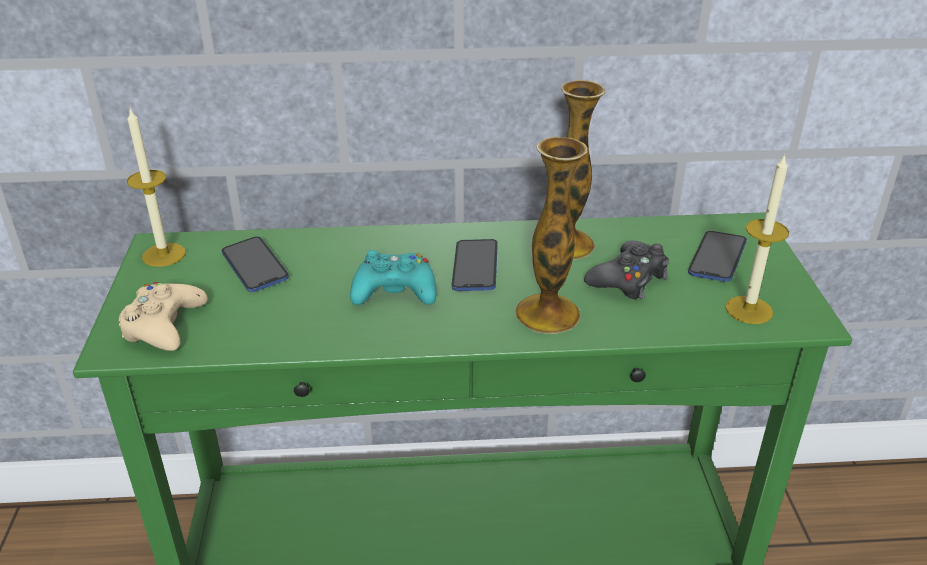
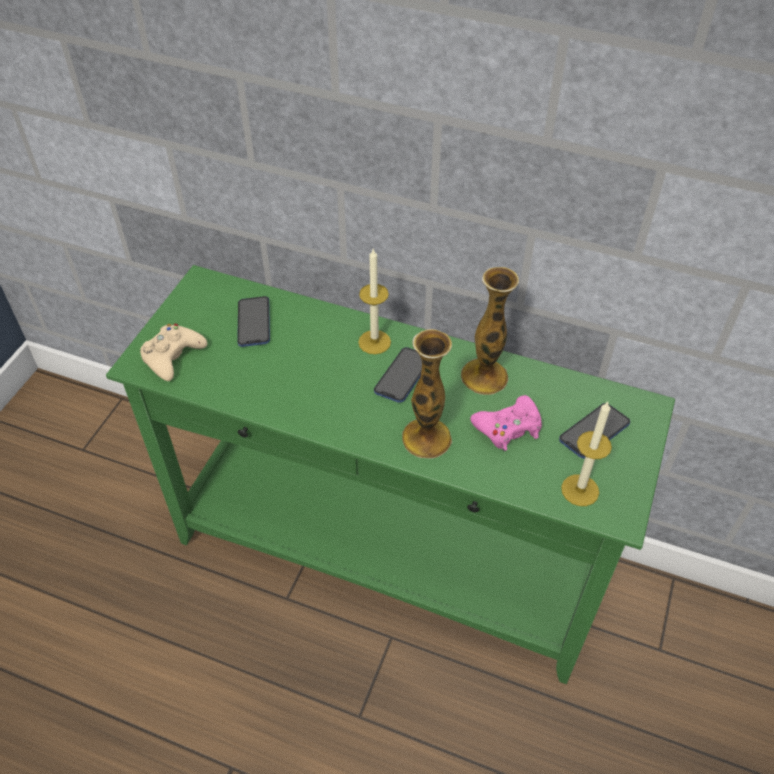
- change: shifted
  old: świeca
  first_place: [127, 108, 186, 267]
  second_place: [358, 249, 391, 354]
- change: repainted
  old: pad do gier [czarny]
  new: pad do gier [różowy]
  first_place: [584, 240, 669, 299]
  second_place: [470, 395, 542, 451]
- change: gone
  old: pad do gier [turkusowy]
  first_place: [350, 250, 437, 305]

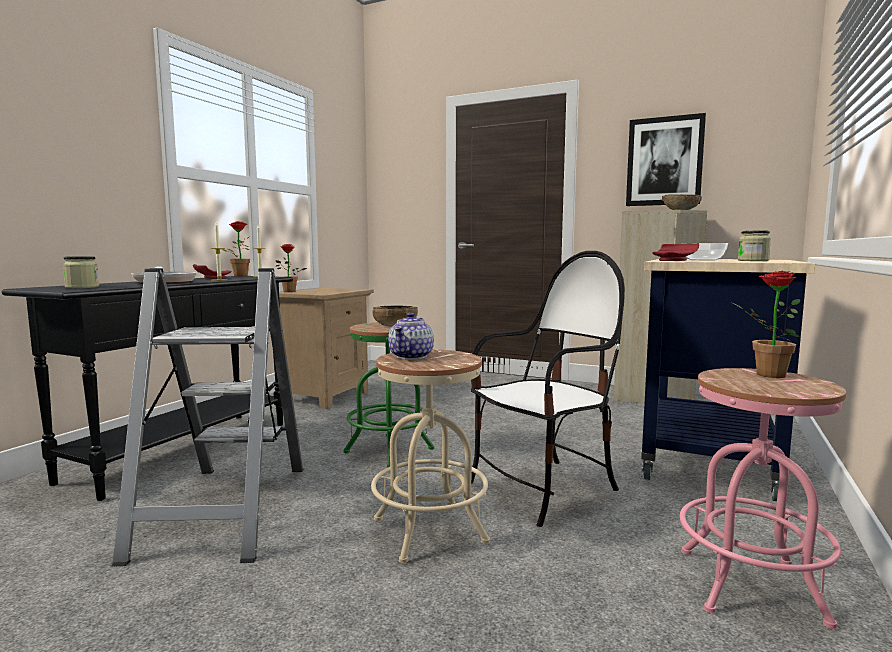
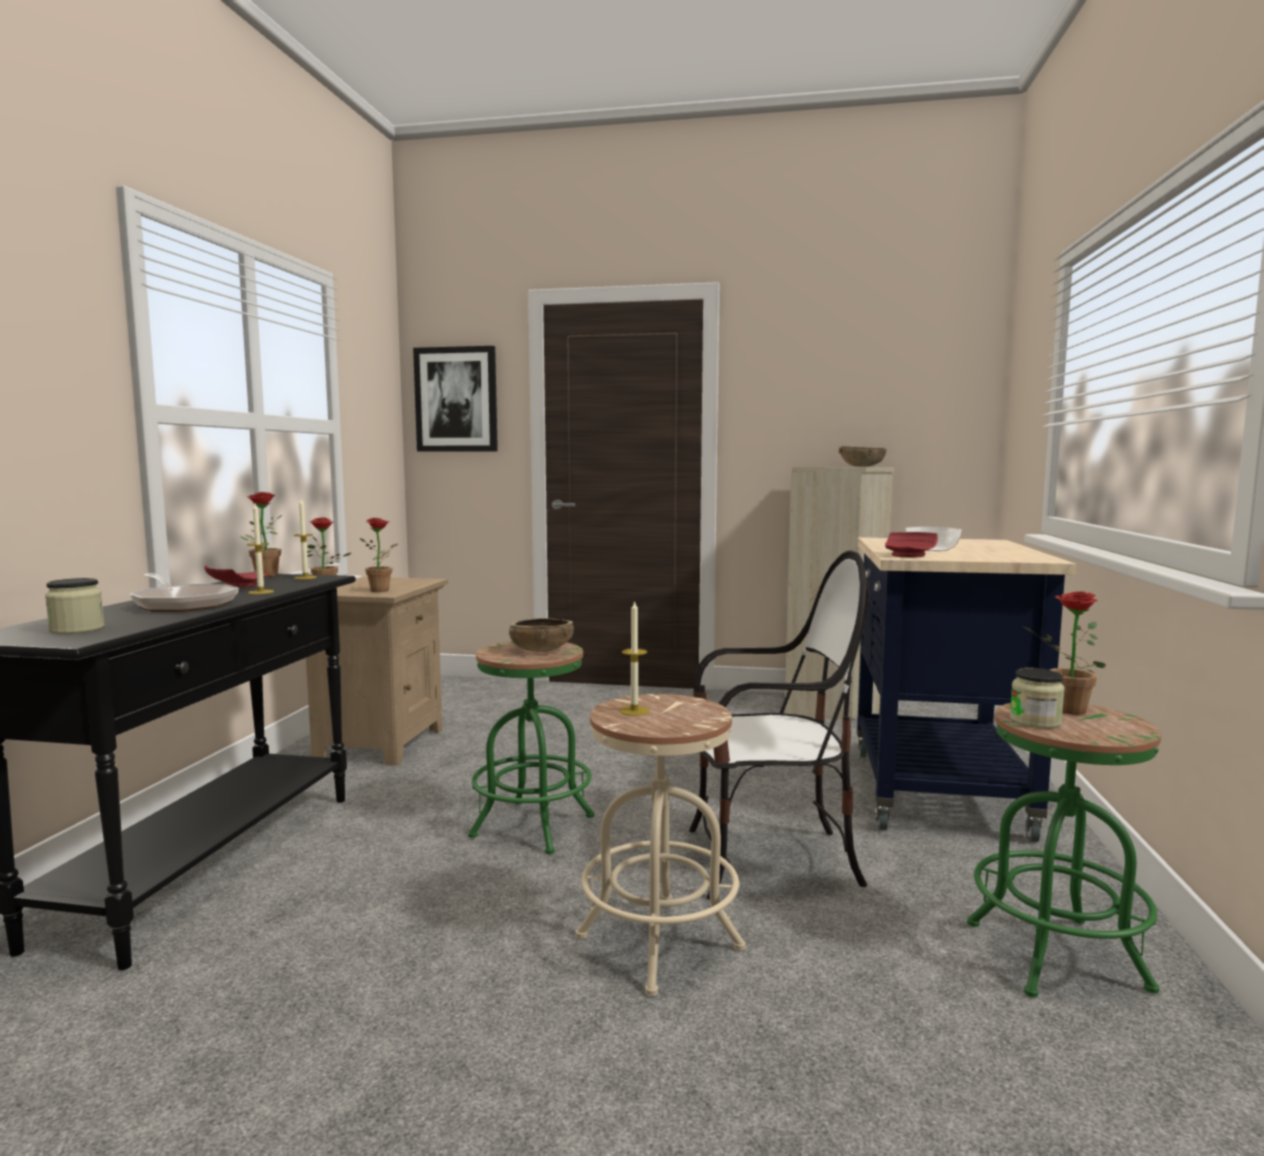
- change: shifted
  old: obraz
  first_place: [626, 113, 706, 206]
  second_place: [413, 346, 498, 452]
- change: shifted
  old: słoik
  first_place: [738, 231, 771, 261]
  second_place: [1010, 668, 1065, 729]
- change: rotated
  old: krzesło
  first_place: [471, 251, 625, 527]
  second_place: [689, 550, 869, 900]
  degrees: 45
- change: gone
  old: drabinka [szary]
  first_place: [112, 268, 303, 567]
- change: swapped
  old: imbryk
  new: świeca
  first_place: [388, 312, 434, 360]
  second_place: [620, 600, 650, 716]
- change: repainted
  old: stołek [różowy]
  new: stołek [zielony]
  first_place: [680, 368, 846, 629]
  second_place: [967, 703, 1161, 998]
- change: new
  new: roślina doniczkowa
  second_place: [360, 517, 398, 592]

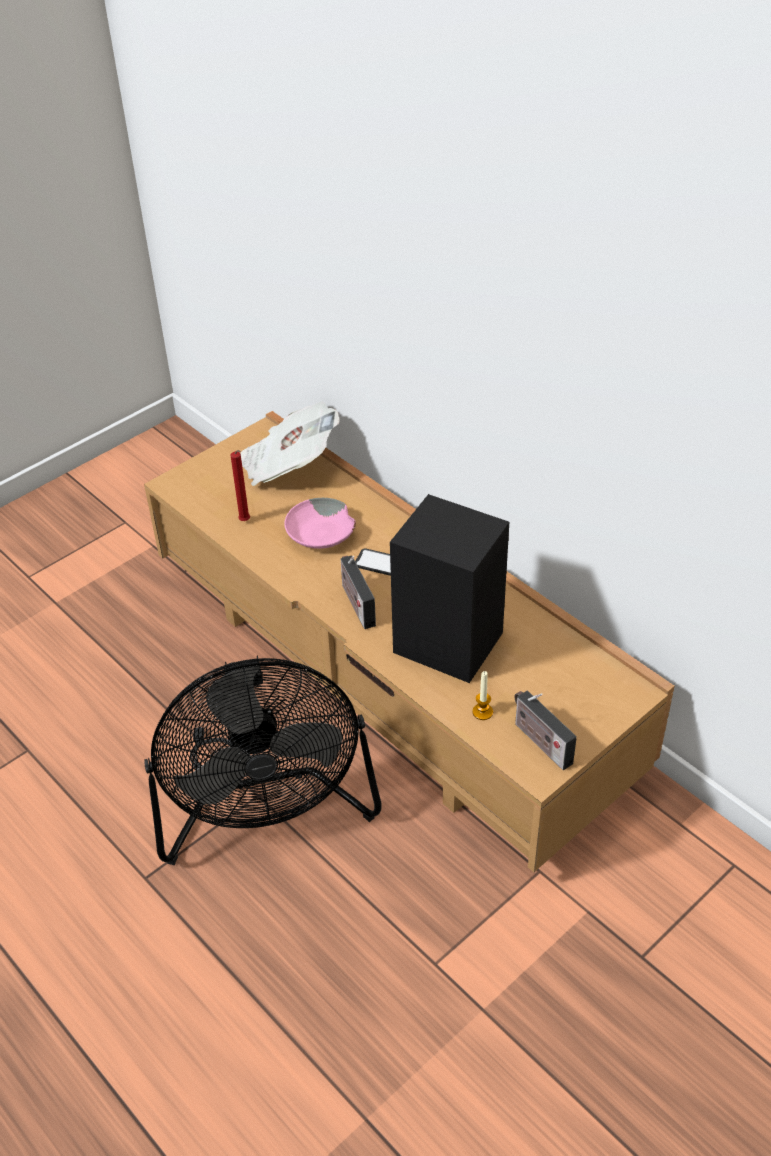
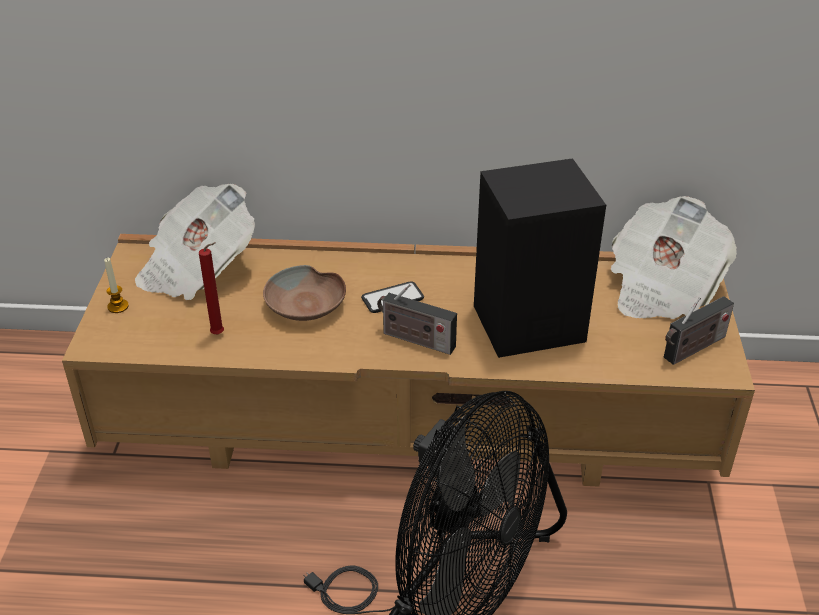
- change: repainted
  old: miska [różowy]
  new: miska [brązowy]
  first_place: [284, 498, 356, 549]
  second_place: [263, 265, 346, 321]
- change: shifted
  old: świeca
  first_place: [472, 671, 493, 720]
  second_place: [104, 258, 129, 313]
- change: rotated
  old: radio
  first_place: [514, 691, 577, 770]
  second_place: [664, 296, 734, 365]
  degrees: -45
- change: new
  new: gazeta
  second_place: [611, 196, 737, 319]

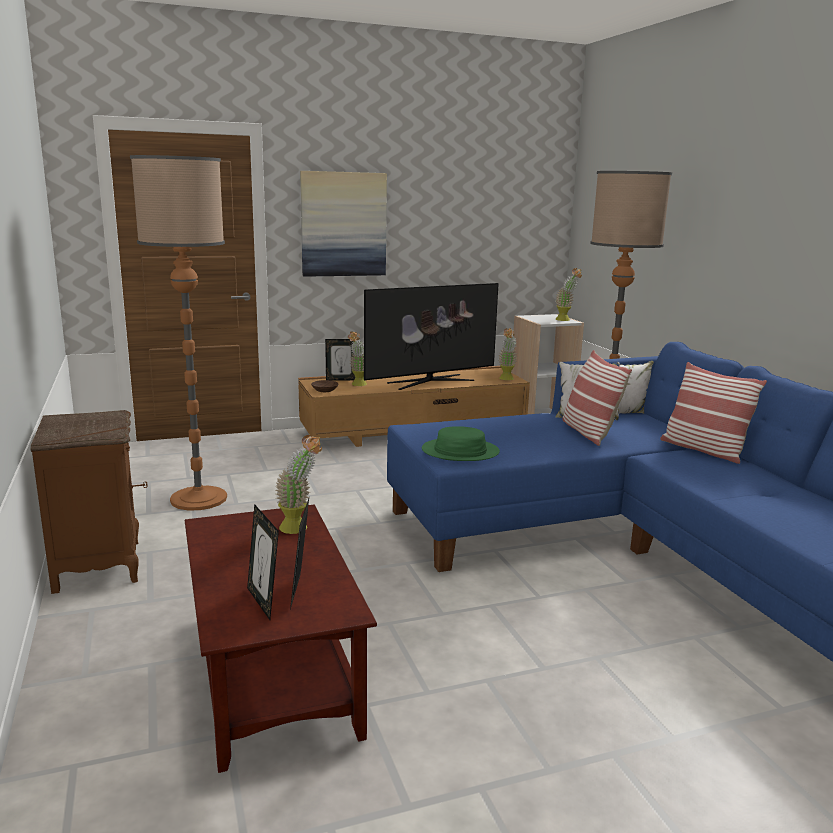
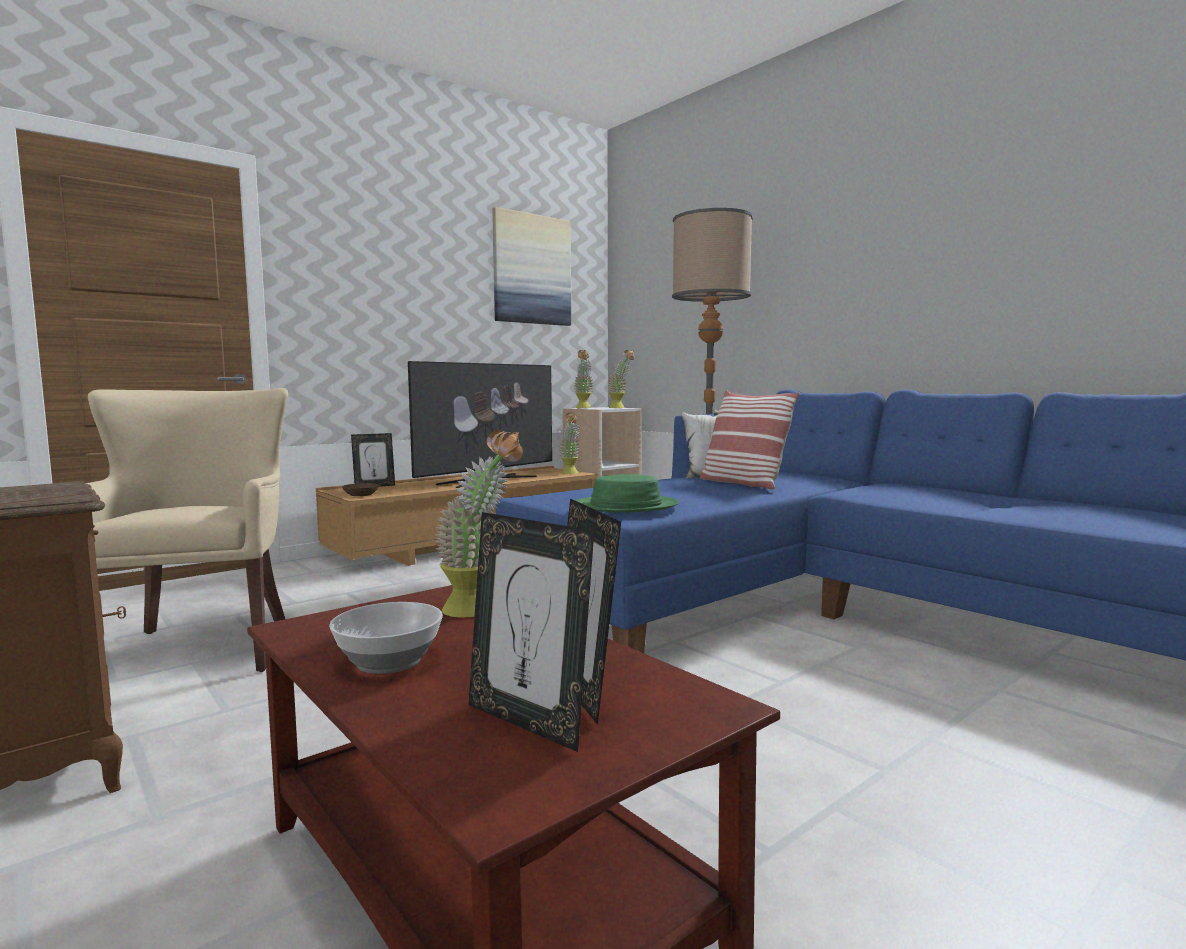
- change: swapped
  old: lampa stojąca
  new: fotel [beżowy]
  first_place: [130, 155, 227, 510]
  second_place: [86, 388, 288, 672]
- change: shifted
  old: obraz
  first_place: [300, 171, 387, 277]
  second_place: [492, 207, 571, 326]
- change: shifted
  old: roślina doniczkowa
  first_place: [348, 331, 367, 386]
  second_place: [573, 350, 594, 408]
- change: gone
  old: poduszka
  first_place: [660, 362, 767, 464]
- change: new
  new: miska
  second_place: [329, 602, 443, 674]

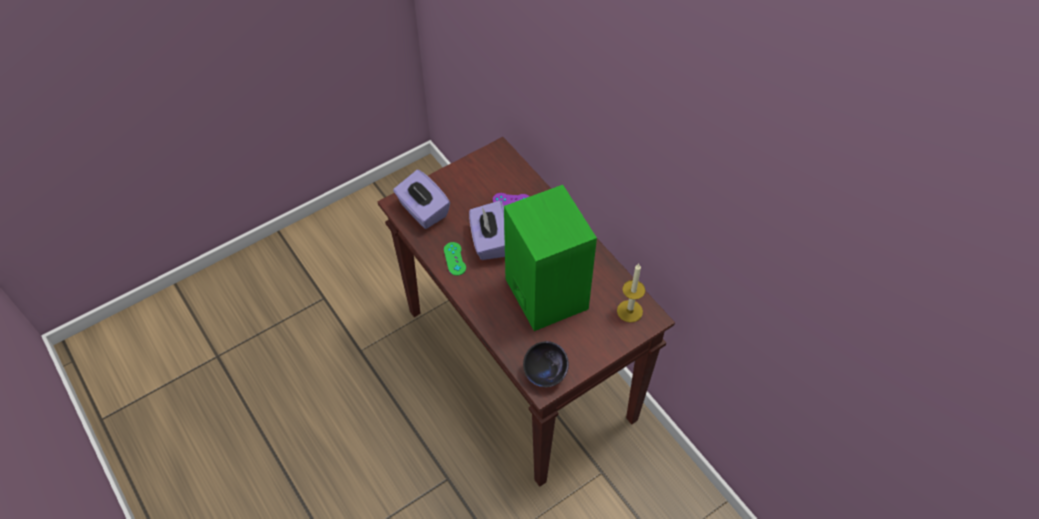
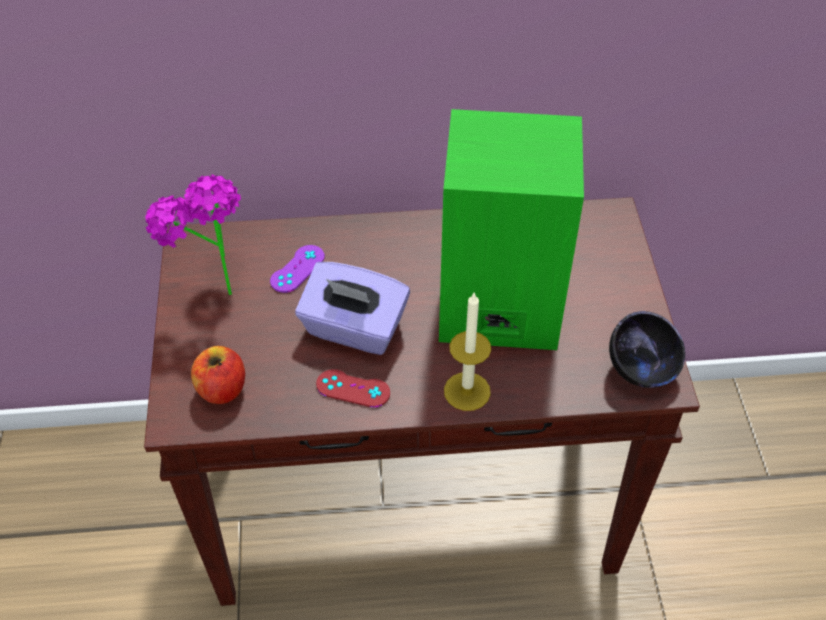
- change: swapped
  old: pudełko chusteczek [fioletowy]
  new: jabłko
  first_place: [393, 170, 450, 229]
  second_place: [191, 346, 245, 404]
- change: repainted
  old: pad do gier [zielony]
  new: pad do gier [czerwony]
  first_place: [444, 242, 466, 276]
  second_place: [316, 369, 390, 407]
- change: shifted
  old: świeca
  first_place: [617, 264, 645, 323]
  second_place: [444, 293, 491, 411]
- change: new
  new: roślina doniczkowa
  second_place: [145, 174, 241, 295]

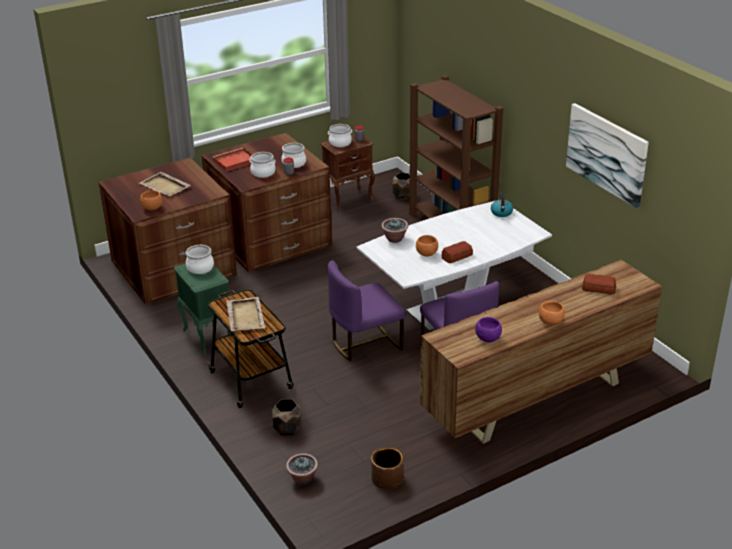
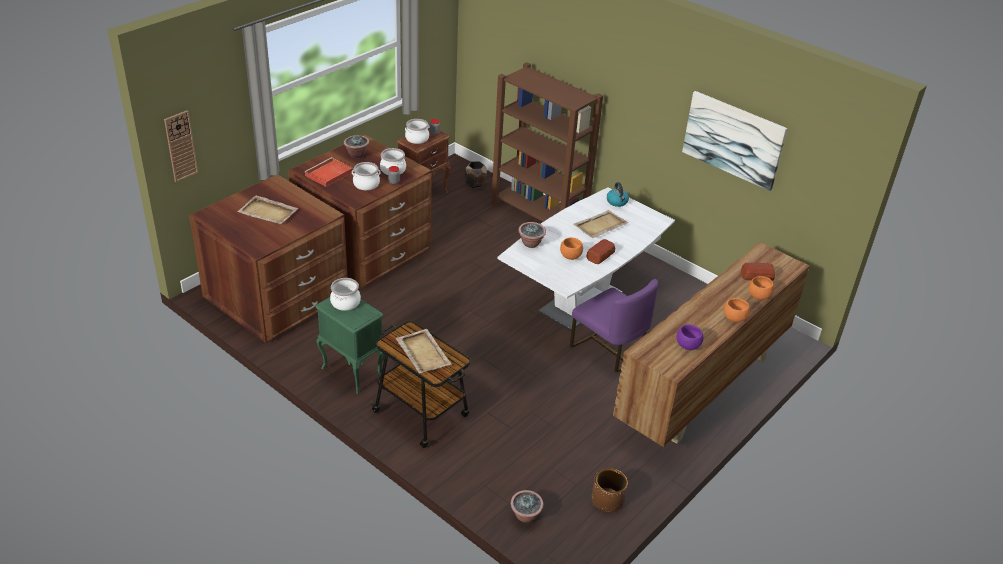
- change: shifted
  old: miska [pomarańczowy]
  first_place: [140, 190, 162, 210]
  second_place: [749, 276, 774, 300]
- change: gone
  old: krzesło [fioletowy]
  first_place: [327, 260, 405, 361]
- change: gone
  old: donica [brązowy]
  first_place: [272, 399, 301, 436]
- change: new
  new: zegar ścienny
  second_place: [164, 110, 198, 182]
- change: new
  new: roślina doniczkowa
  second_place: [344, 135, 369, 159]
- change: new
  new: taca [beżowy]
  second_place: [573, 210, 628, 238]

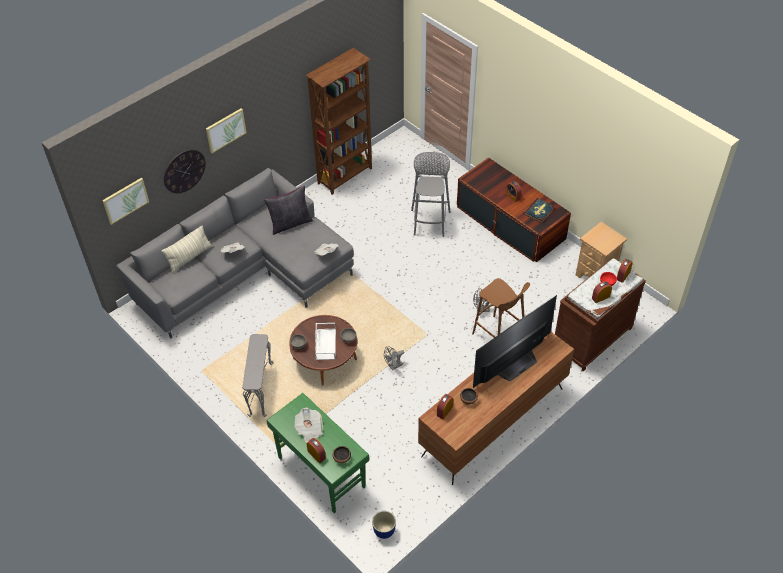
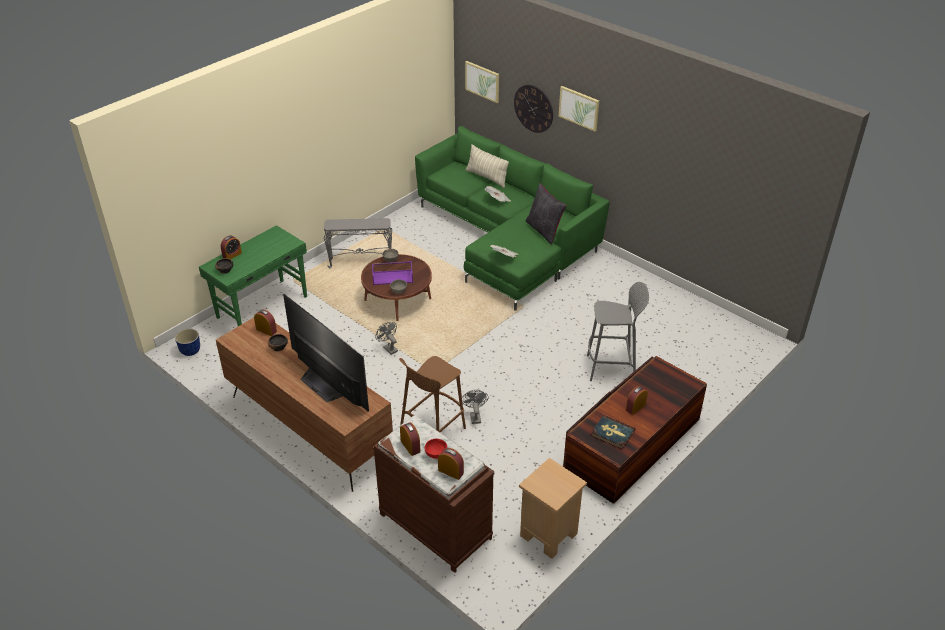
- change: gone
  old: regał [brązowy]
  first_place: [306, 48, 372, 195]
- change: repainted
  old: kanapa [szary]
  new: kanapa [zielony]
  first_place: [117, 168, 354, 338]
  second_place: [415, 126, 610, 311]
- change: repainted
  old: taca [biały]
  new: taca [fioletowy]
  first_place: [315, 323, 336, 360]
  second_place: [372, 261, 413, 285]
- change: gone
  old: gazeta
  first_place: [294, 407, 323, 443]

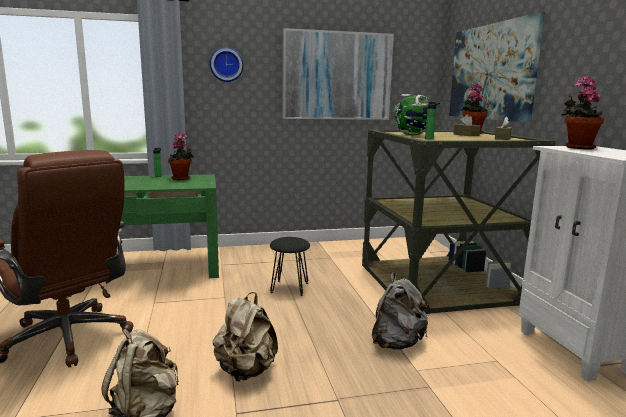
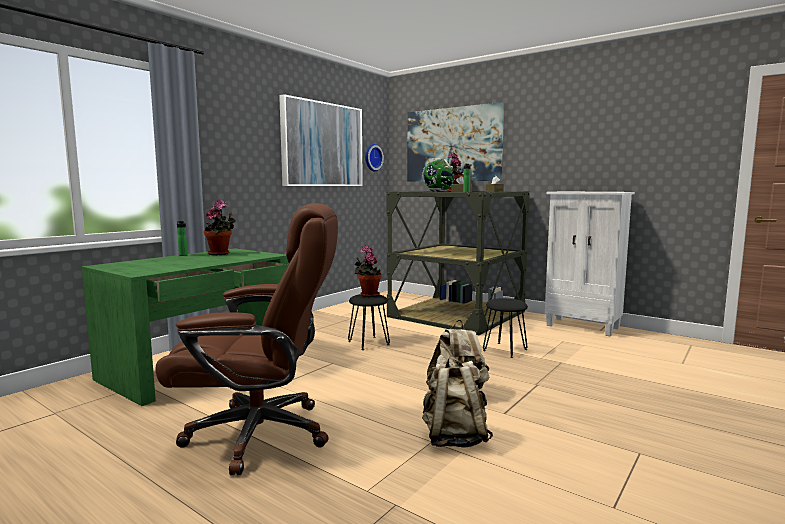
- change: shifted
  old: zegar ścienny
  first_place: [210, 47, 244, 82]
  second_place: [365, 144, 384, 172]
- change: shifted
  old: roślina doniczkowa
  first_place: [562, 76, 605, 149]
  second_place: [355, 245, 382, 297]
- change: swapped
  old: plecak [szary]
  new: stołek [czarny]
  first_place: [372, 272, 428, 350]
  second_place: [483, 298, 528, 358]

